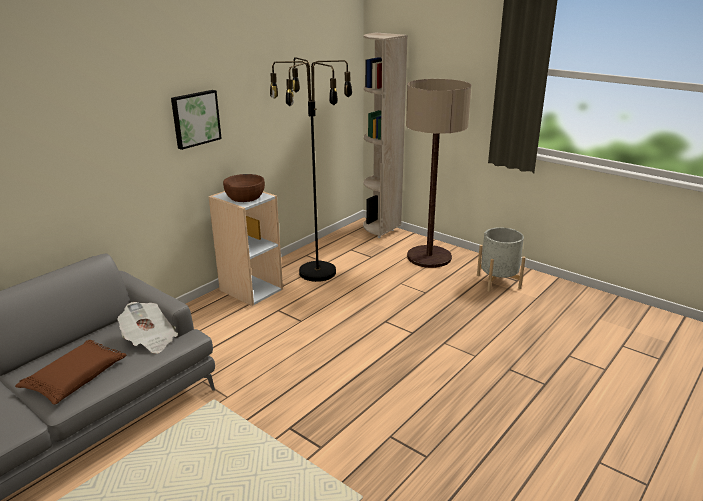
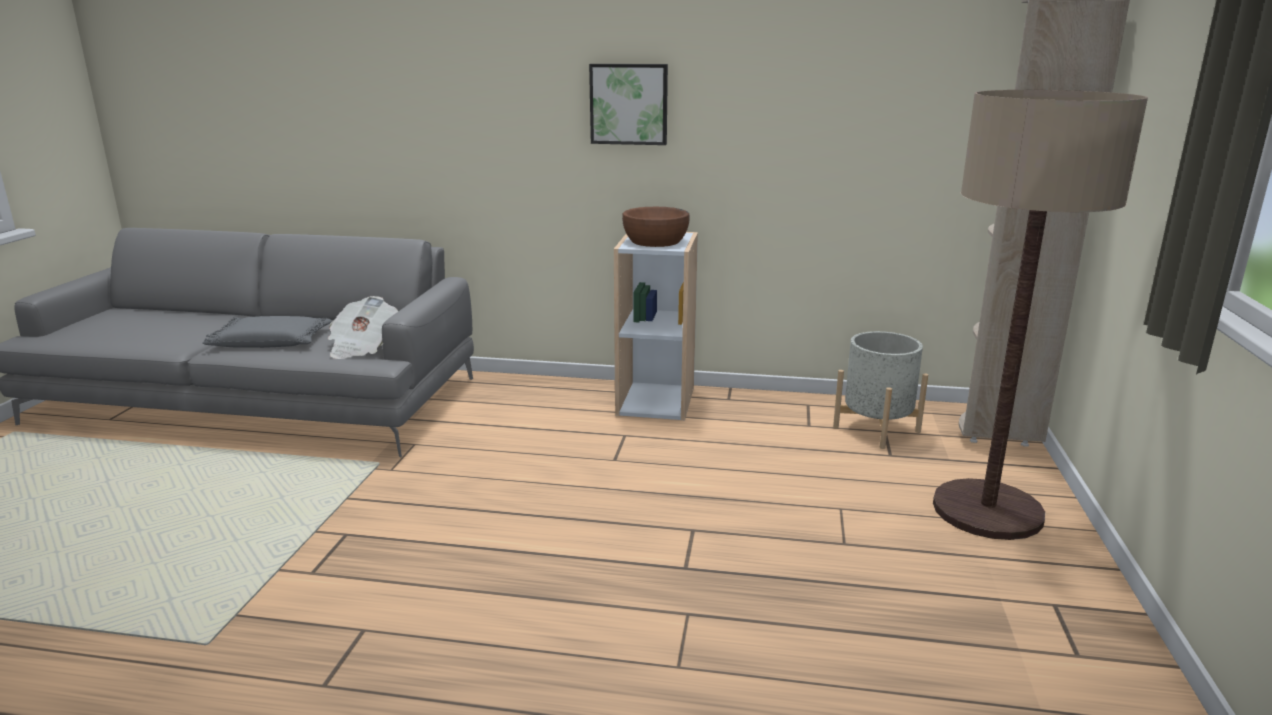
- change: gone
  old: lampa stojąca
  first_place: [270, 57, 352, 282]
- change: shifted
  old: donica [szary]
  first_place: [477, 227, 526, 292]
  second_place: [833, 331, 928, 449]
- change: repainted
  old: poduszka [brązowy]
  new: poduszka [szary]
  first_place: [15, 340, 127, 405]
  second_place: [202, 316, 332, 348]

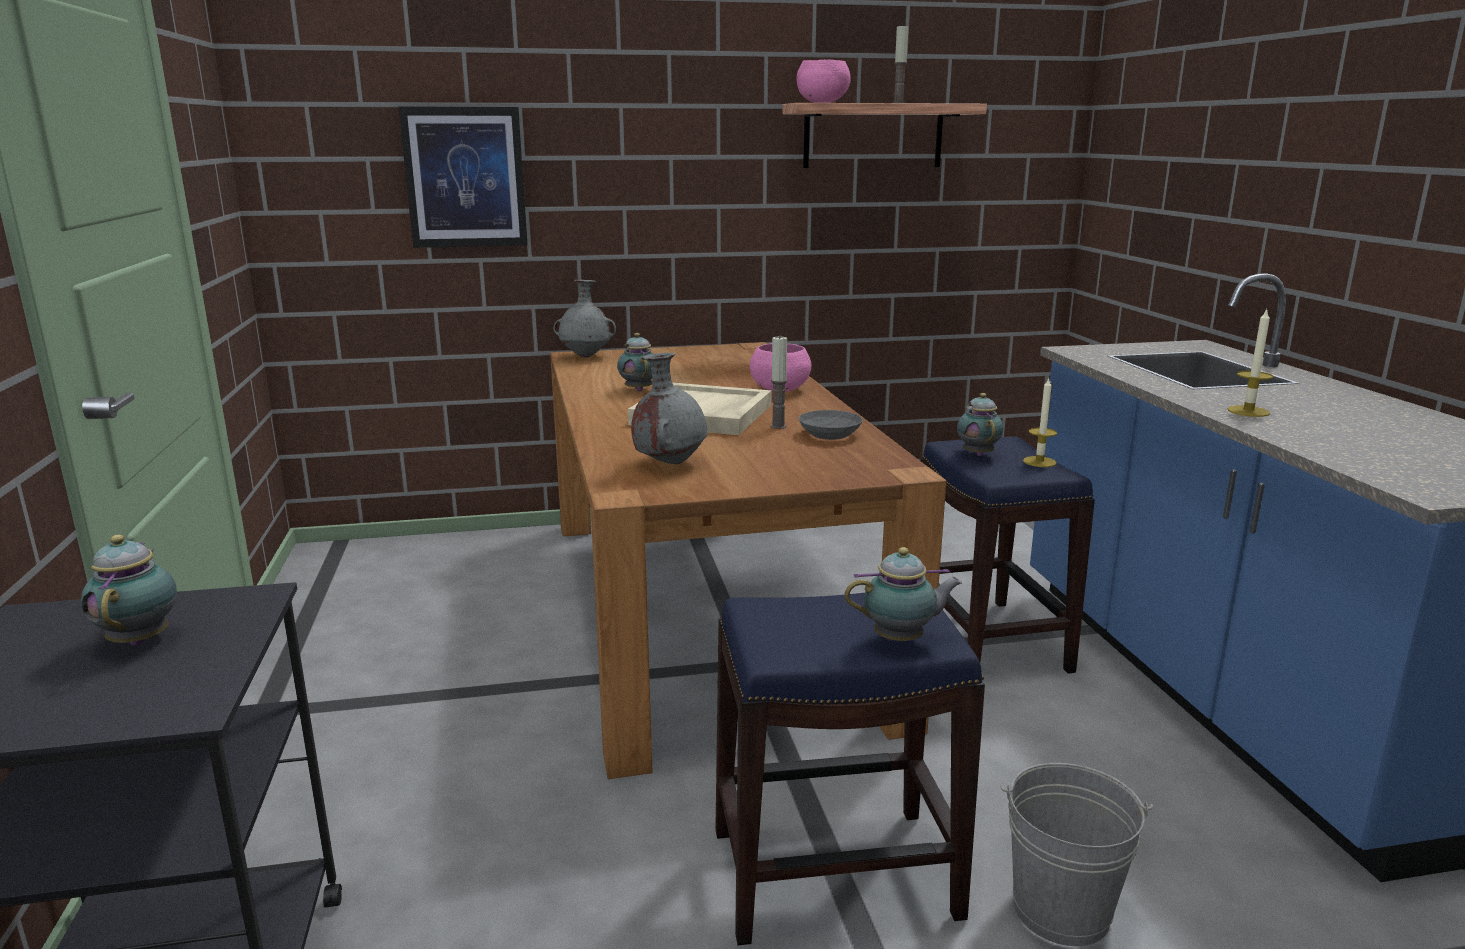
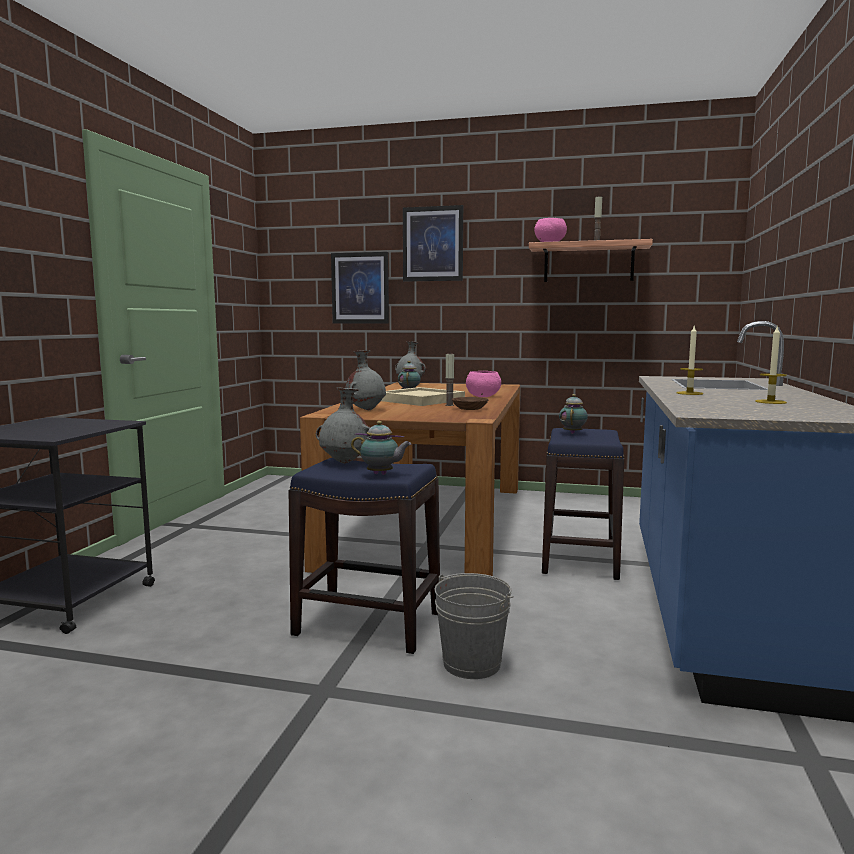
- change: shifted
  old: świeca
  first_place: [1023, 378, 1057, 467]
  second_place: [755, 327, 787, 404]
- change: repainted
  old: miska [szary]
  new: miska [brązowy]
  first_place: [798, 410, 863, 440]
  second_place: [452, 397, 489, 410]
- change: gone
  old: imbryk
  first_place: [81, 535, 177, 646]
- change: new
  new: obraz
  second_place: [403, 205, 463, 282]
- change: new
  new: wazon [szary]
  second_place: [316, 387, 371, 464]

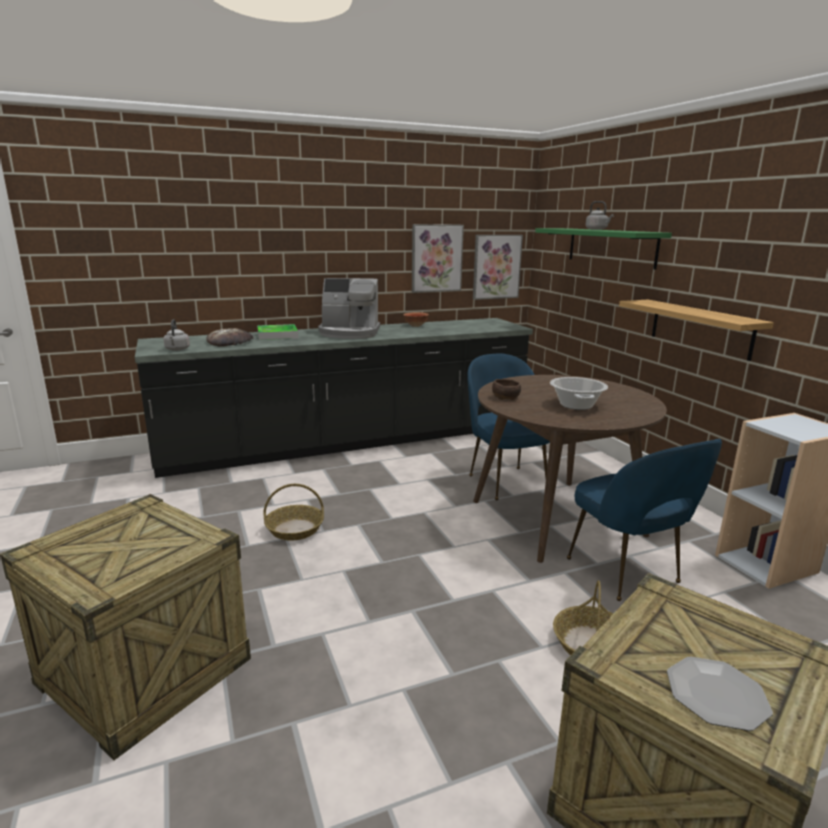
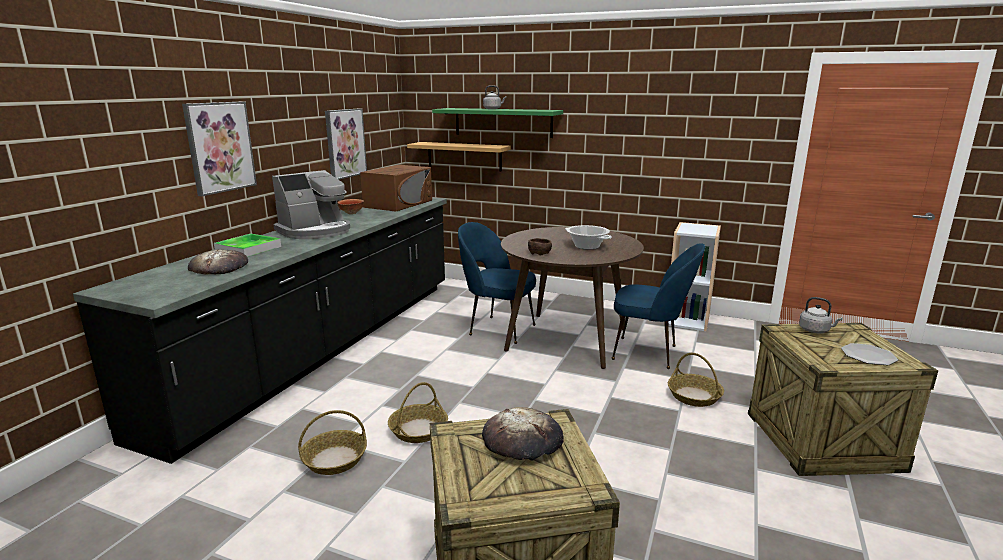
- change: shifted
  old: obraz
  first_place: [473, 235, 523, 300]
  second_place: [182, 102, 257, 196]
- change: shifted
  old: półka
  first_place: [619, 300, 774, 361]
  second_place: [407, 142, 511, 172]
- change: shifted
  old: czajnik [szary]
  first_place: [164, 319, 190, 351]
  second_place: [799, 297, 843, 333]
- change: new
  new: mikrofalówka [brązowy]
  second_place: [360, 165, 432, 212]
- change: new
  new: chleb
  second_place: [482, 407, 564, 461]
- change: new
  new: koszyk
  second_place: [298, 410, 367, 475]

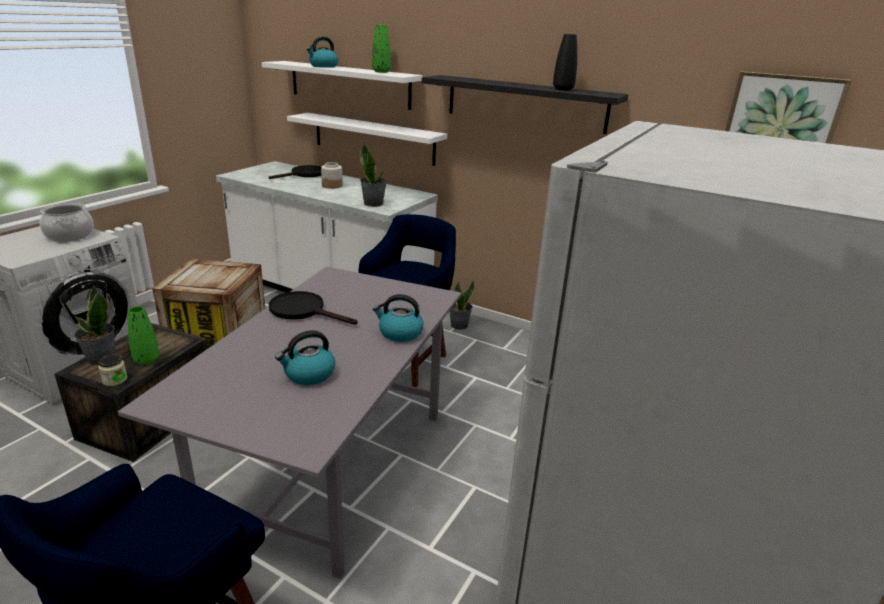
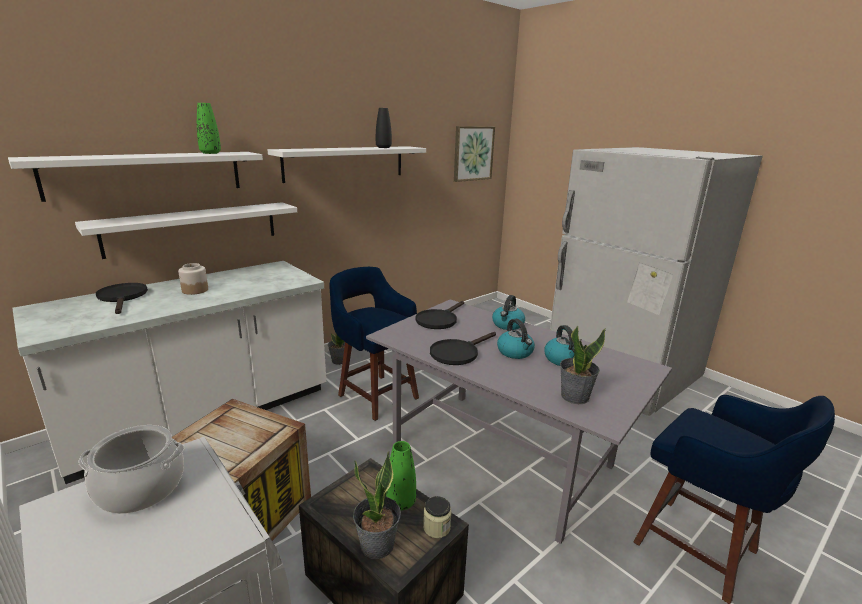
- change: shifted
  old: czajnik
  first_place: [306, 37, 338, 68]
  second_place: [497, 319, 535, 359]
- change: repainted
  old: półka [czarny]
  new: półka [biały]
  first_place: [422, 75, 628, 134]
  second_place: [268, 146, 426, 183]
- change: shifted
  old: roślina doniczkowa
  first_place: [360, 144, 387, 207]
  second_place: [560, 325, 606, 404]
- change: new
  new: patelnia [czarny]
  second_place: [415, 301, 464, 329]

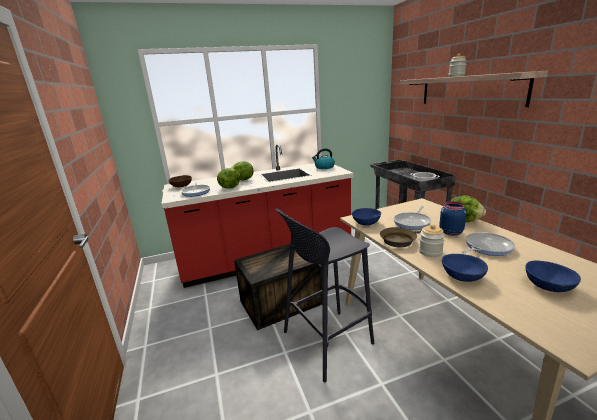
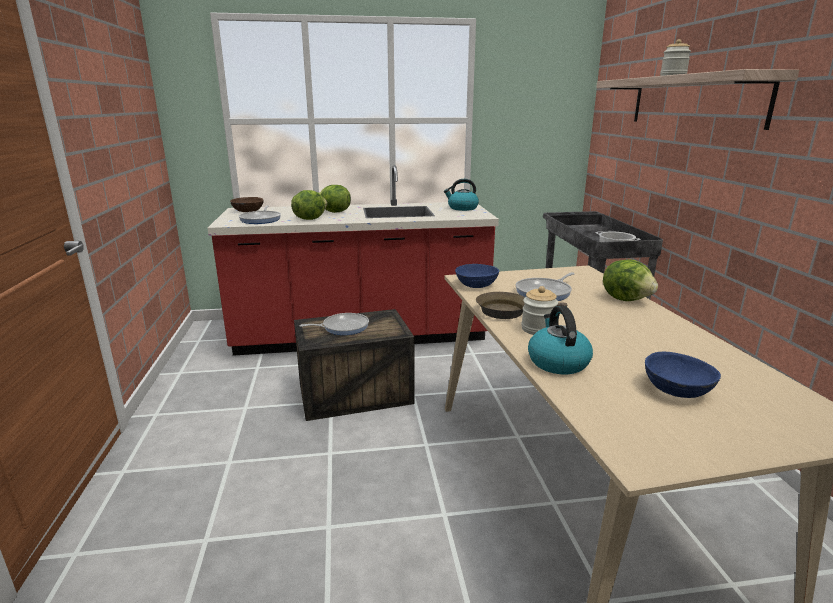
- change: gone
  old: słoik [niebieski]
  first_place: [439, 201, 466, 236]
- change: gone
  old: stołek [szary]
  first_place: [275, 208, 374, 383]
- change: shifted
  old: patelnia
  first_place: [461, 232, 515, 256]
  second_place: [299, 313, 369, 335]
- change: swapped
  old: miska [niebieski]
  new: czajnik
  first_place: [442, 254, 488, 282]
  second_place: [528, 306, 593, 374]

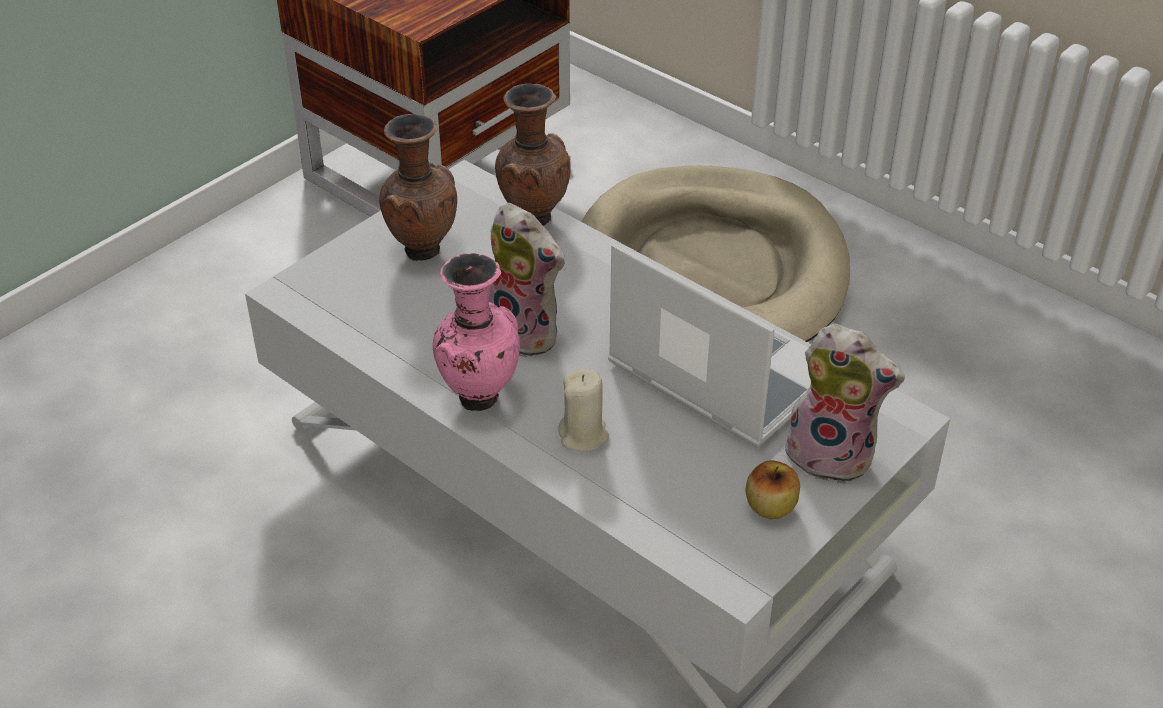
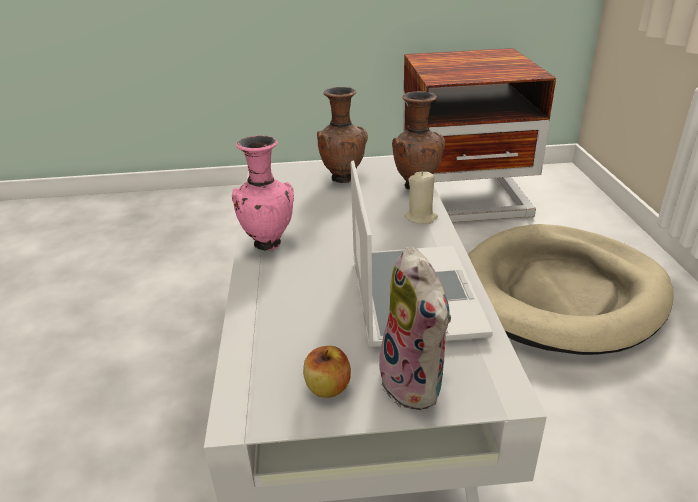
- change: gone
  old: pluszak
  first_place: [489, 203, 566, 358]
- change: shifted
  old: świeca [beżowy]
  first_place: [558, 369, 609, 451]
  second_place: [405, 171, 438, 224]

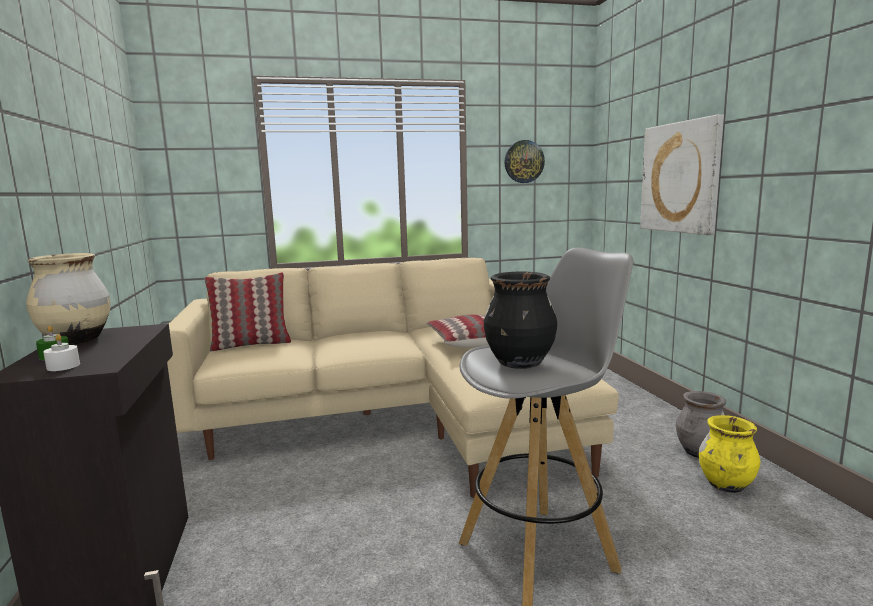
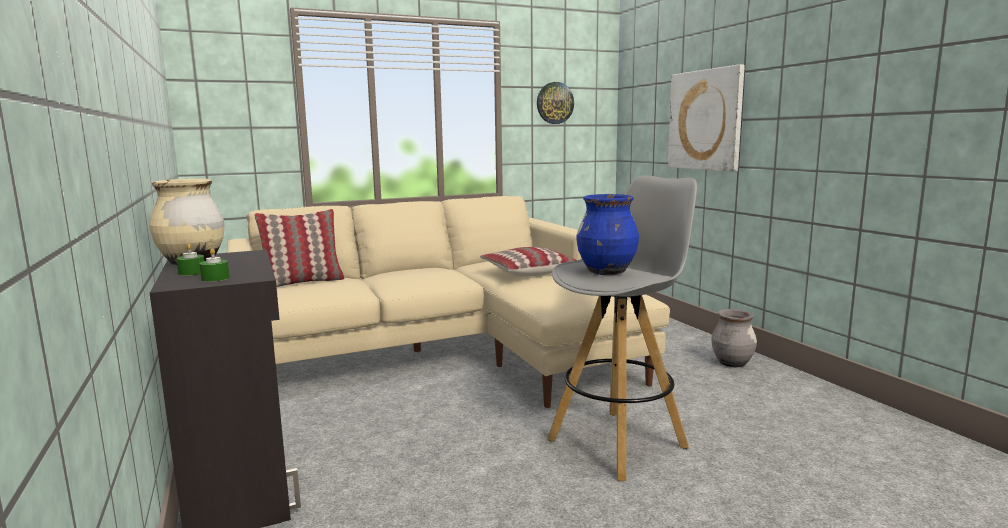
- change: repainted
  old: wazon [czarny]
  new: wazon [niebieski]
  first_place: [484, 272, 557, 369]
  second_place: [577, 194, 639, 275]
- change: repainted
  old: świeca [biały]
  new: świeca [zielony]
  first_place: [43, 334, 80, 371]
  second_place: [199, 248, 229, 282]
- change: gone
  old: wazon [żółty]
  first_place: [699, 415, 760, 493]

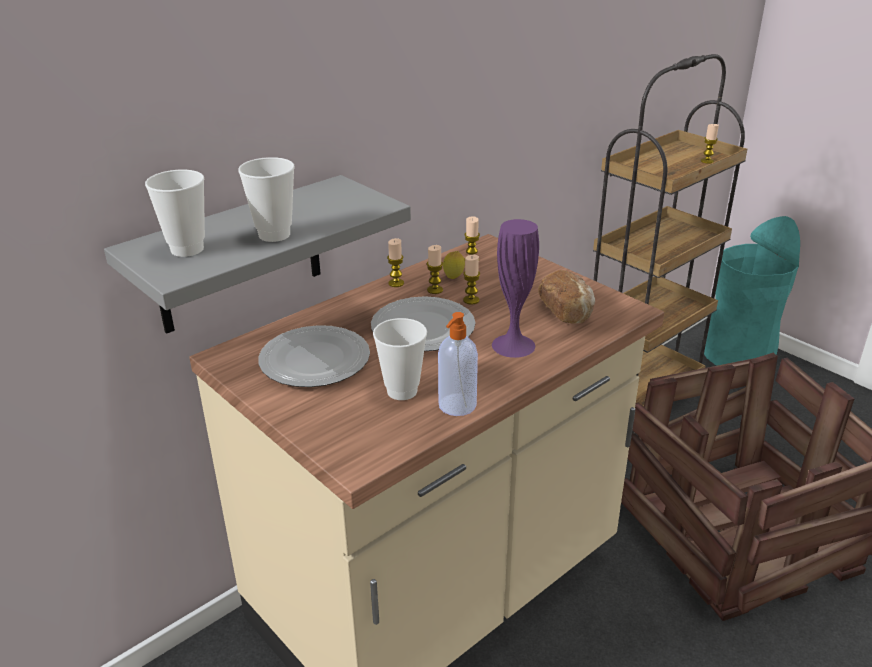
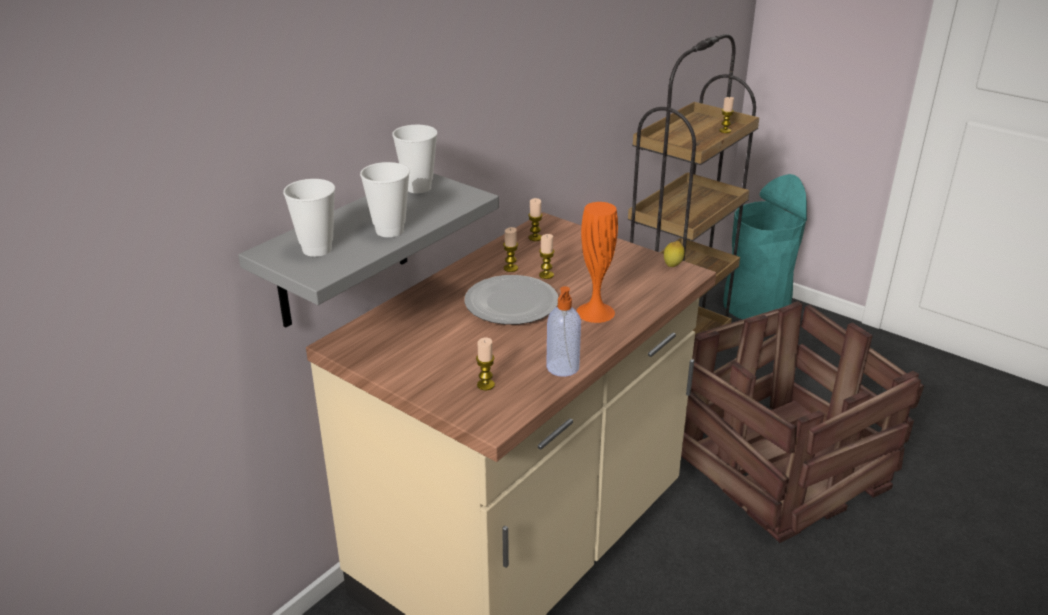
- change: repainted
  old: wazon [fioletowy]
  new: wazon [pomarańczowy]
  first_place: [492, 219, 539, 358]
  second_place: [577, 202, 618, 323]
- change: shifted
  old: świeca
  first_place: [387, 238, 404, 287]
  second_place: [476, 337, 495, 391]
- change: shifted
  old: cytryna
  first_place: [443, 251, 465, 279]
  second_place: [664, 241, 685, 267]
- change: gone
  old: chleb
  first_place: [538, 270, 595, 324]
- change: shifted
  old: filiżanka
  first_place: [373, 318, 427, 400]
  second_place: [392, 125, 437, 193]
- change: gone
  old: talerz
  first_place: [258, 325, 370, 387]

